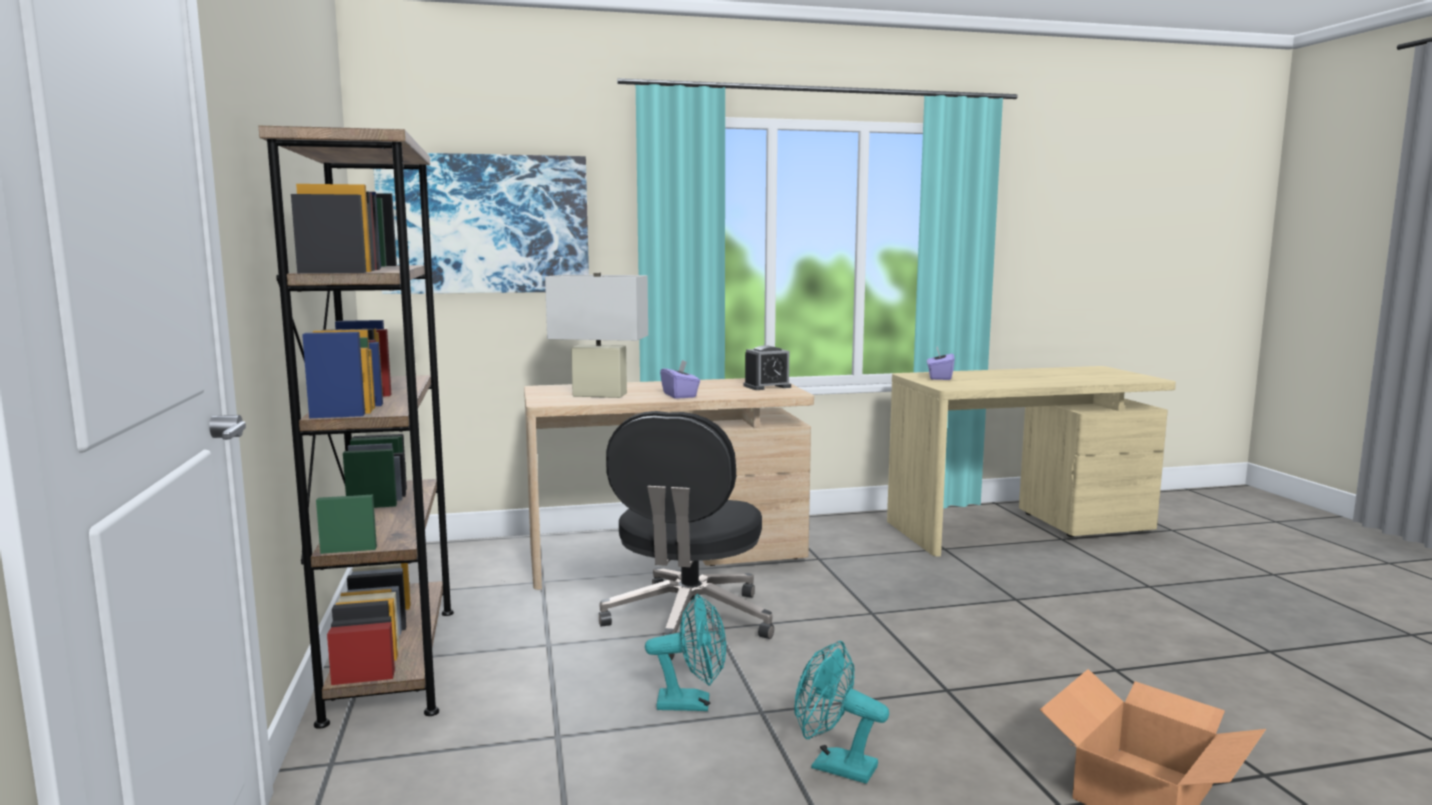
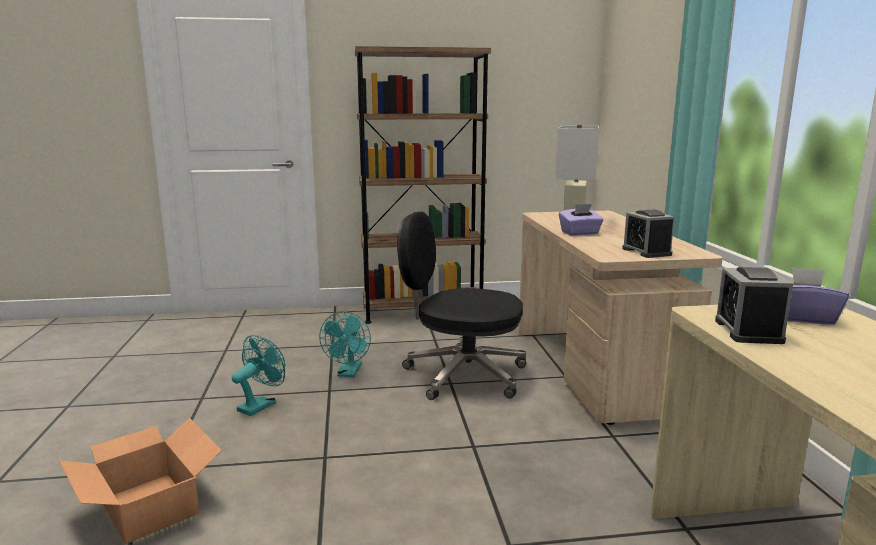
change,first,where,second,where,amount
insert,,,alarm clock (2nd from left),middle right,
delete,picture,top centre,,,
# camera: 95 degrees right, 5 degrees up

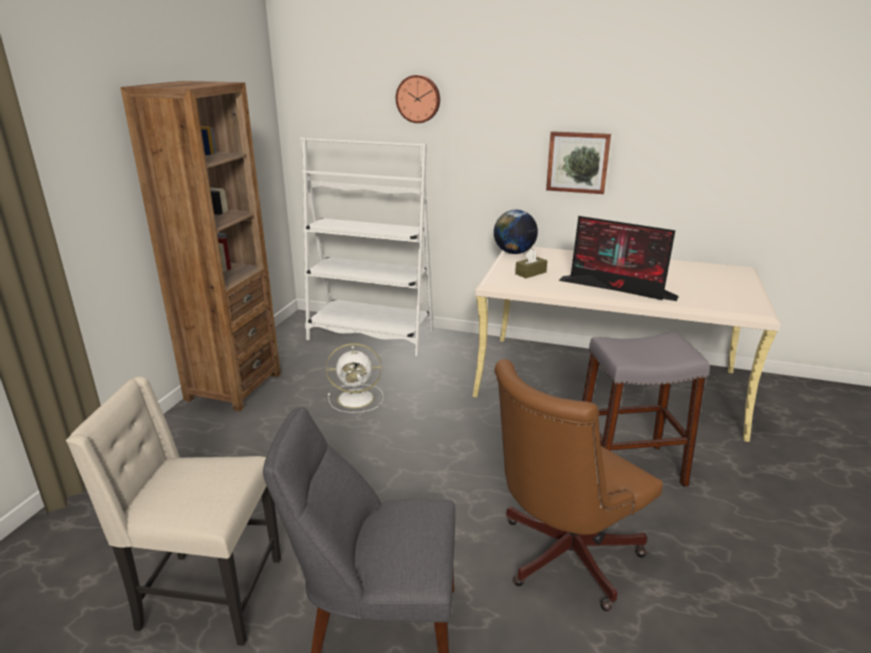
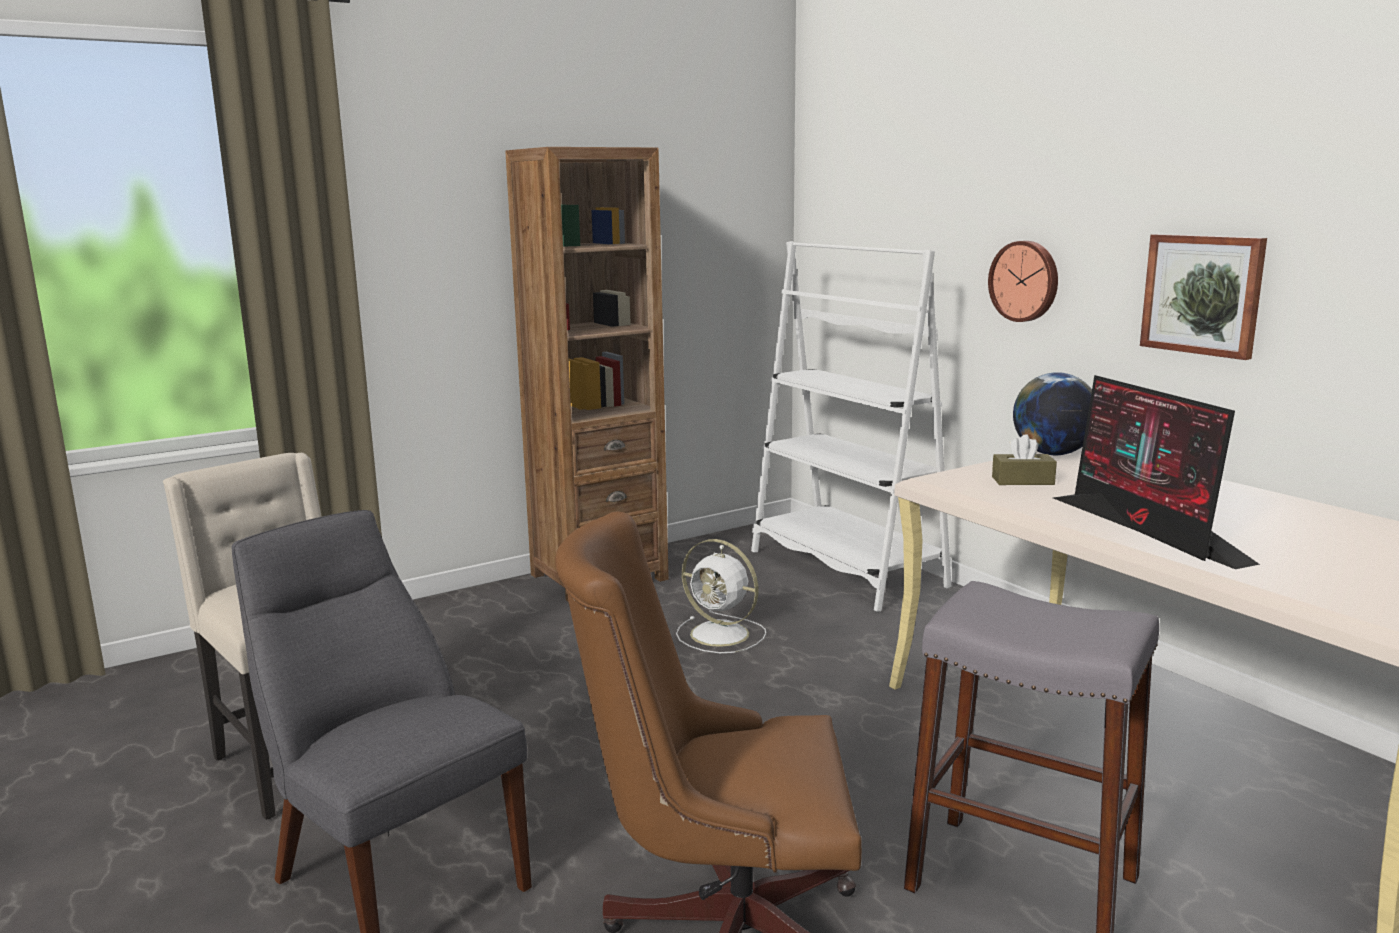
change,first,where,second,where,amount
move,wall clock,top centre,,top right,
# camera: 40 degrees right, 10 degrees down

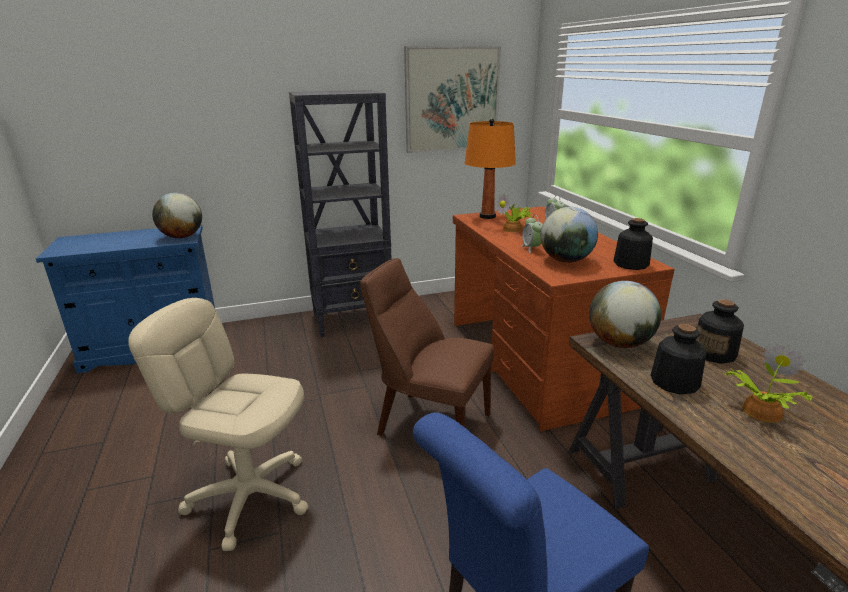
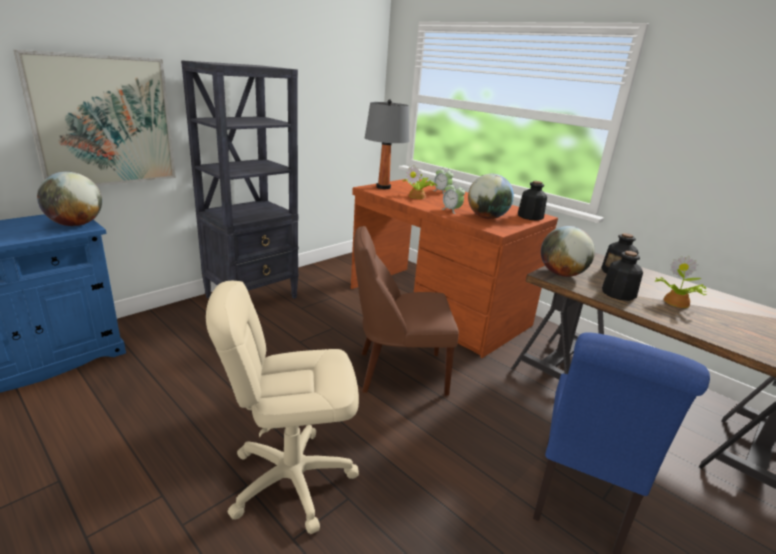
change,first,where,second,where,amount
move,picture,top centre,,top left,
recolor,orange table lamp,top centre,grey table lamp,top centre,
# camera: 30 degrees left, 0 degrees up

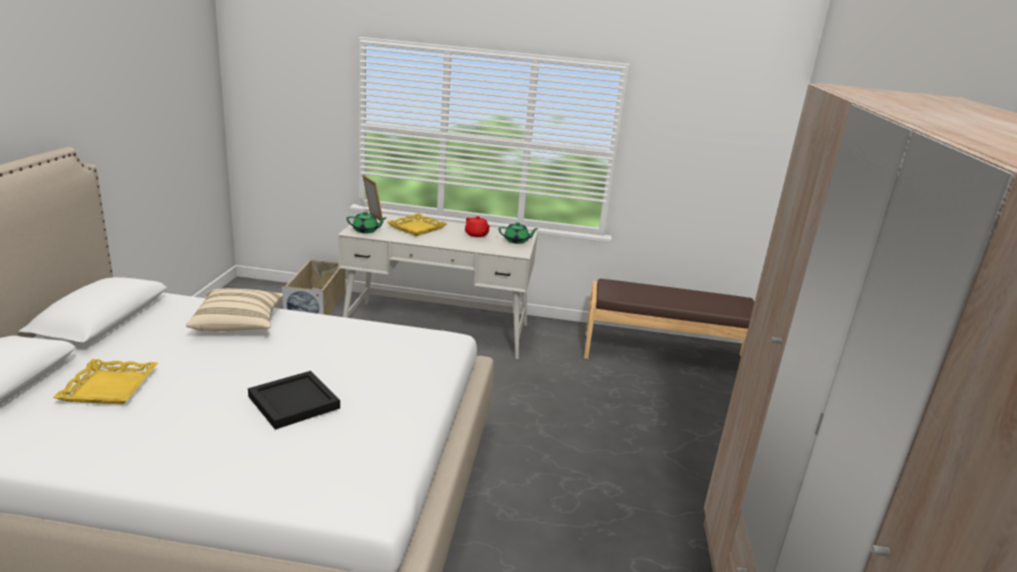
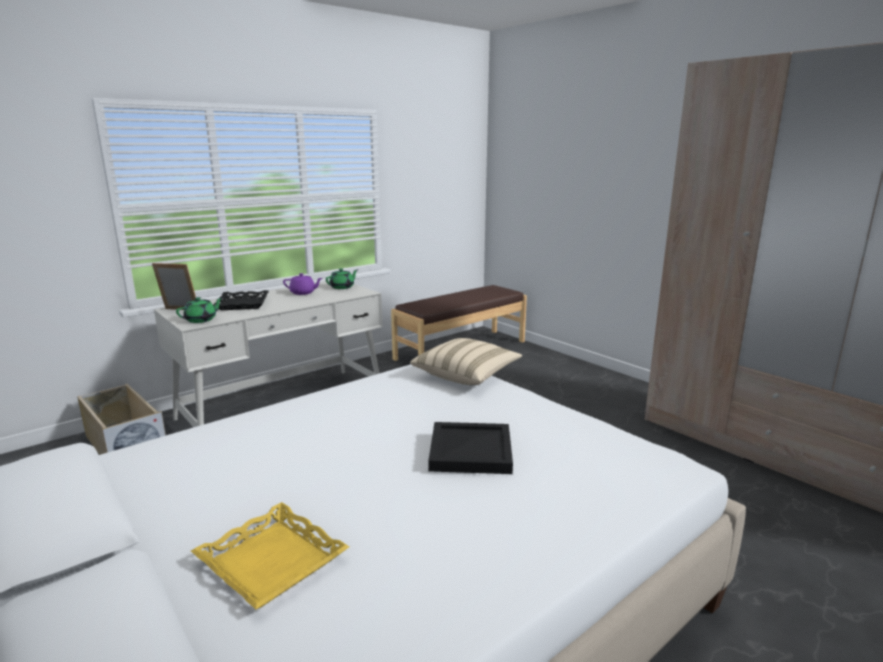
change,first,where,second,where,amount
recolor,yellow tray (2nd from left),centre,black tray (1st from left),middle left,
recolor,red teapot,centre,purple teapot,centre,
move,beige pillow,middle left,,centre,
# camera: 45 degrees left, 5 degrees down

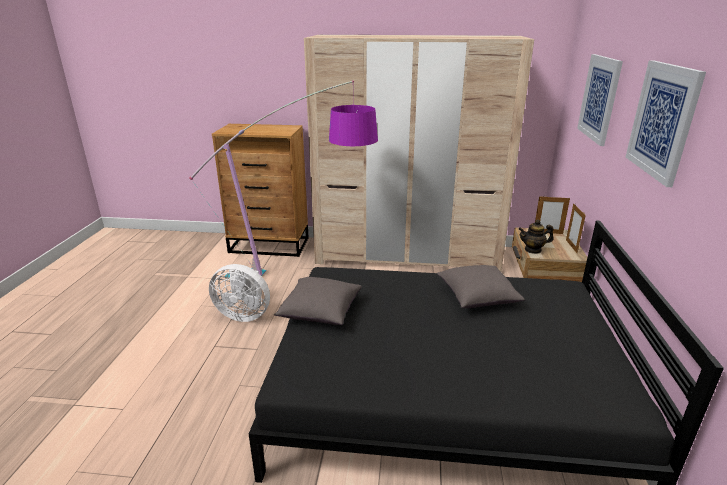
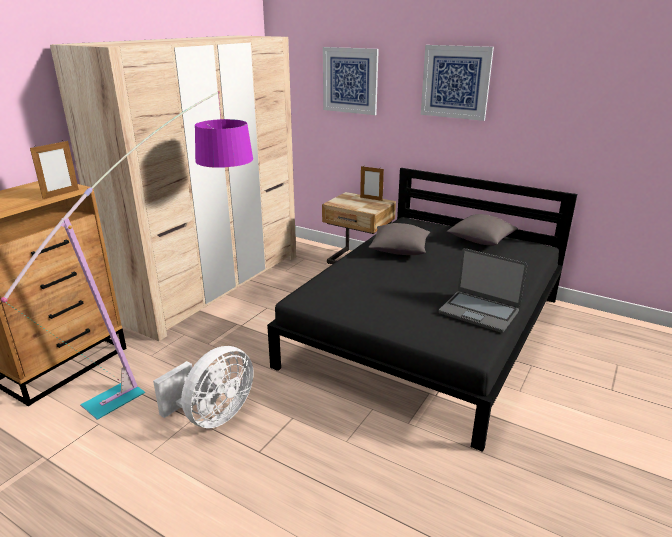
change,first,where,second,where,amount
move,picture frame (1st from left),middle right,,top left,
insert,,,laptop,middle right,
move,grey pillow (1st from left in the first image),centre,grey pillow (2nd from left),middle right,
delete,teapot,middle right,,,
# camera: 65 degrees left, 0 degrees up

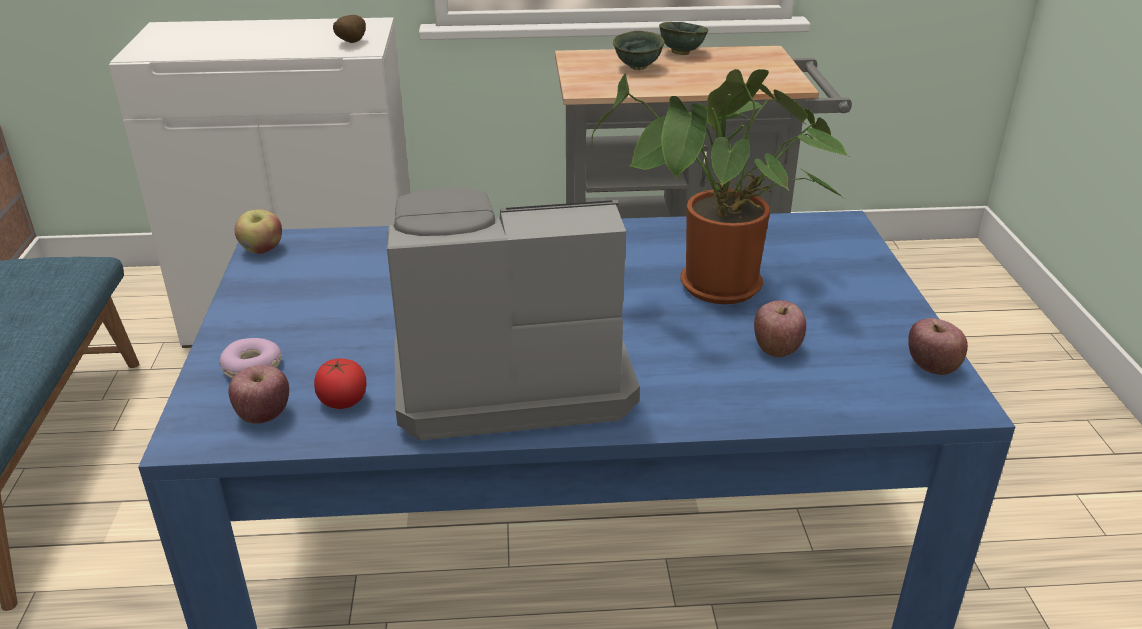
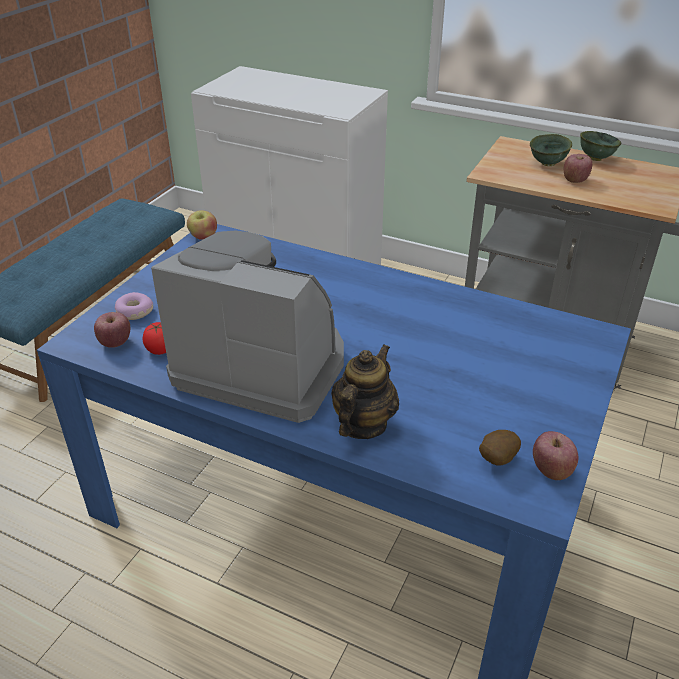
change,first,where,second,where,amount
insert,,,teapot,centre,
move,potato,top left,,middle right,
move,apple (3rd from left in the first image),middle right,apple (4th from left),top right,
delete,potted plant,top centre,,,
# camera: 30 degrees right, 5 degrees up

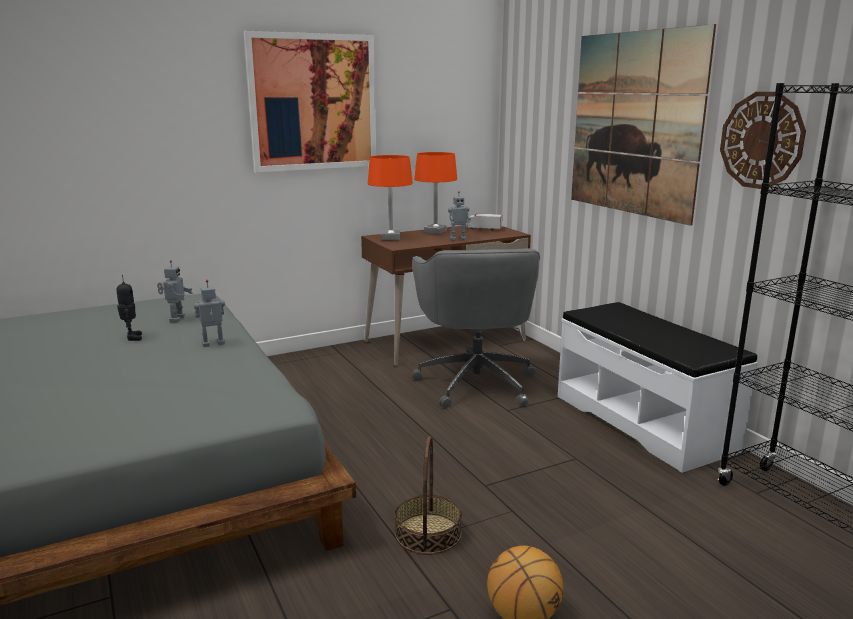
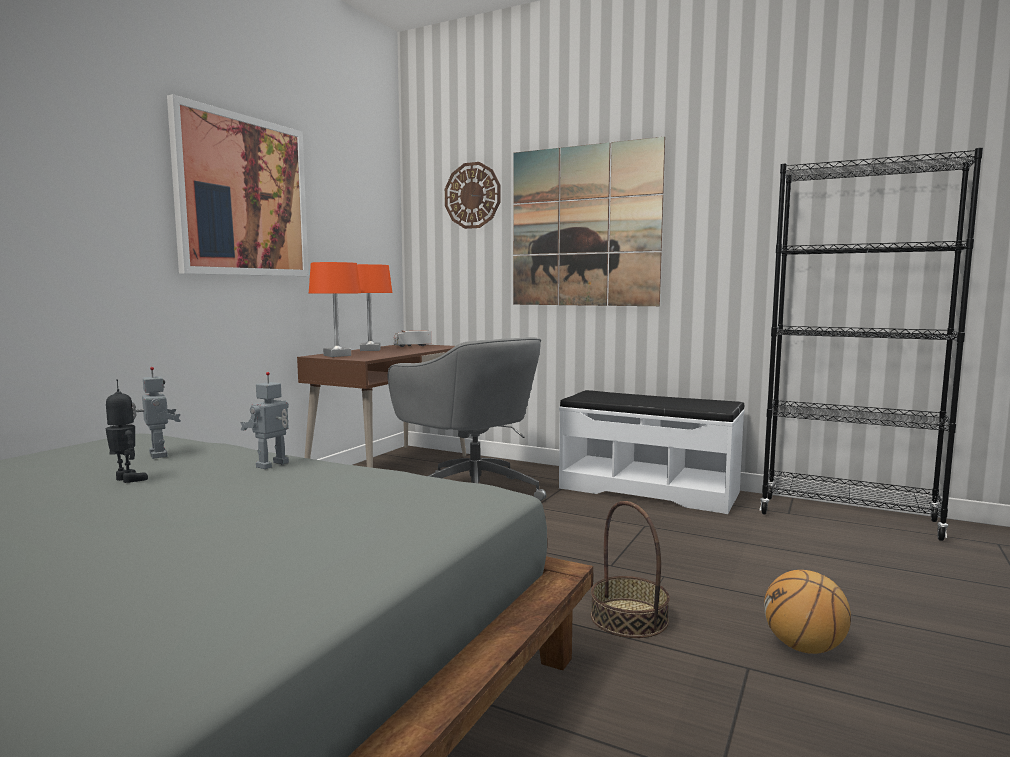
change,first,where,second,where,amount
move,wall clock,top right,,top centre,
delete,toy robot (4th from left),centre,,,
# camera: 35 degrees left, 10 degrees down

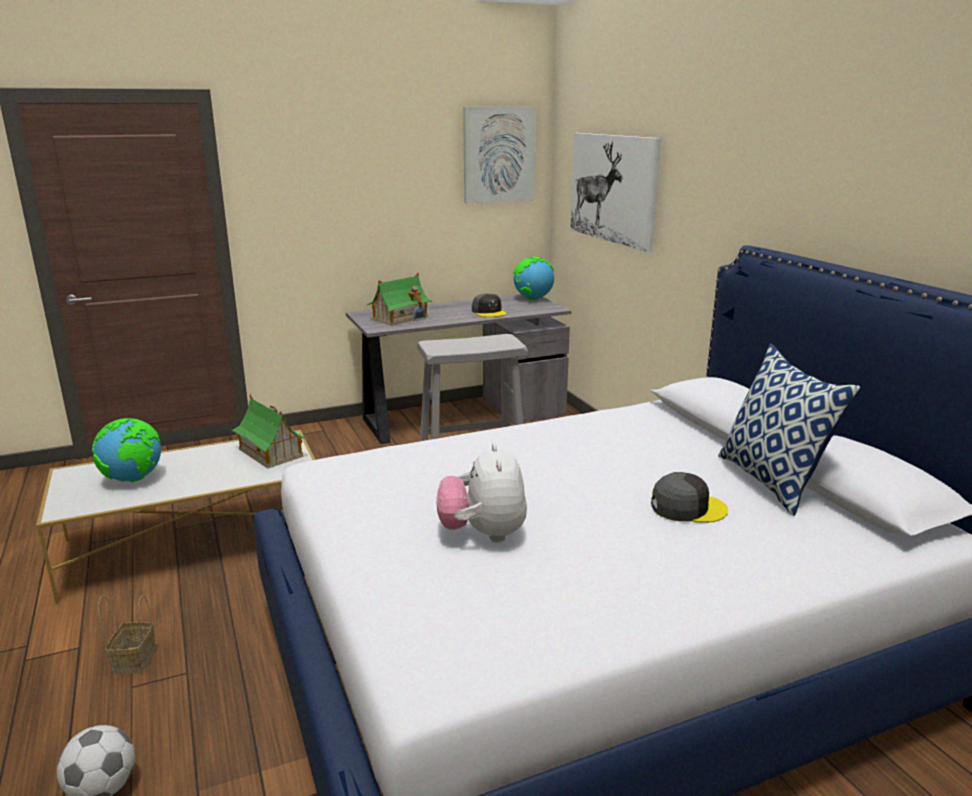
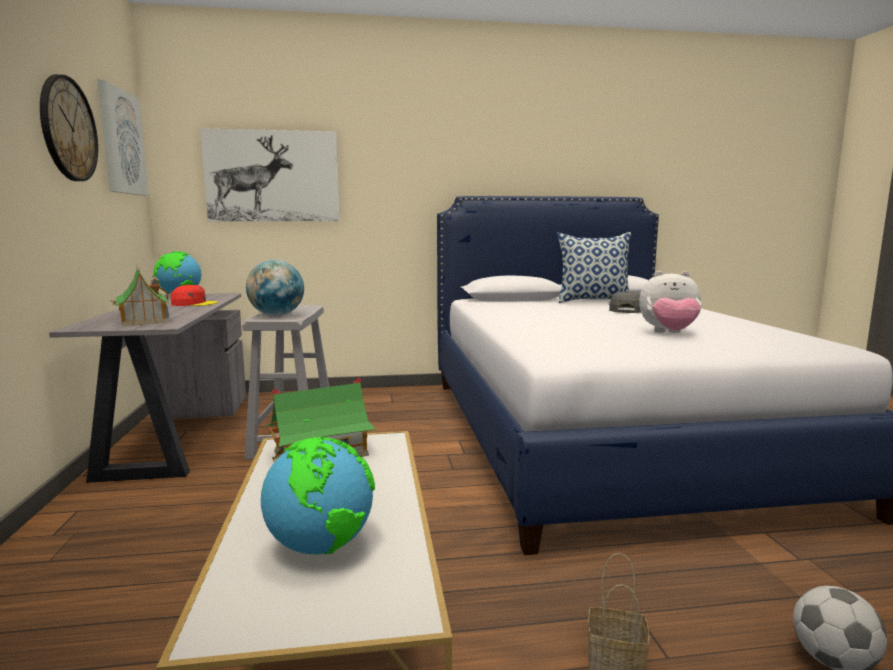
change,first,where,second,where,amount
insert,,,wall clock,top left,
recolor,grey cap (1st from left),centre,red cap,middle left,
insert,,,globe (2nd from left),middle left,
# camera: 75 degrees left, 10 degrees down

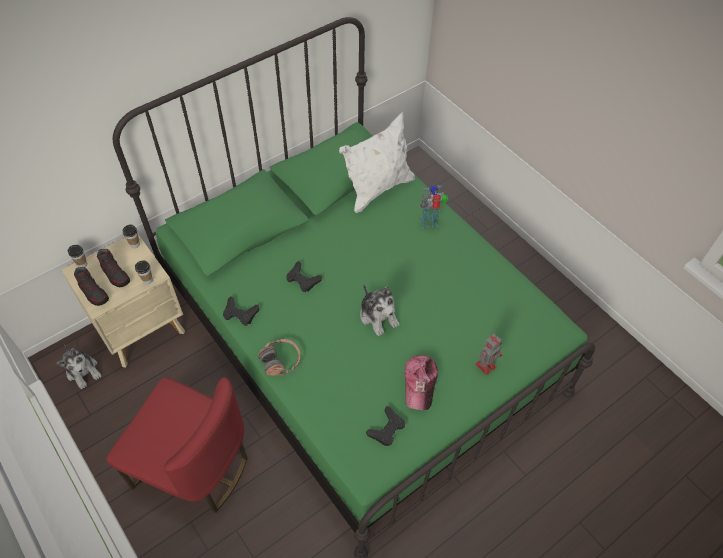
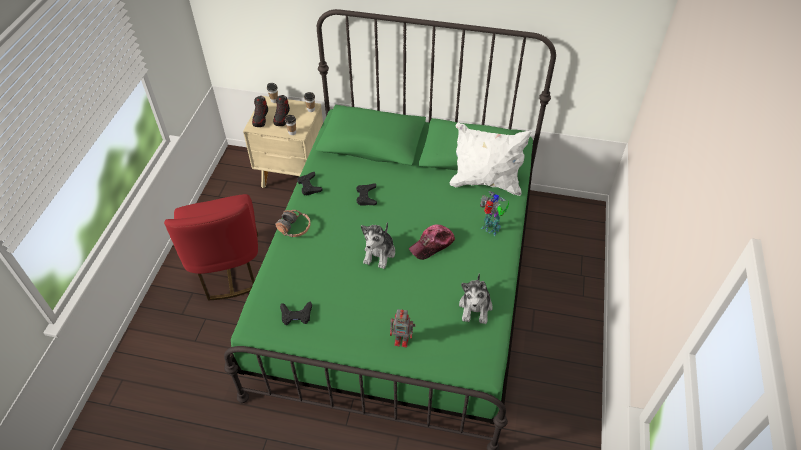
change,first,where,second,where,amount
move,cap,bottom centre,,centre,
move,plush toy (1st from left in the first image),middle left,plush toy (2nd from left),centre,
# camera: 50 degrees right, 5 degrees down

